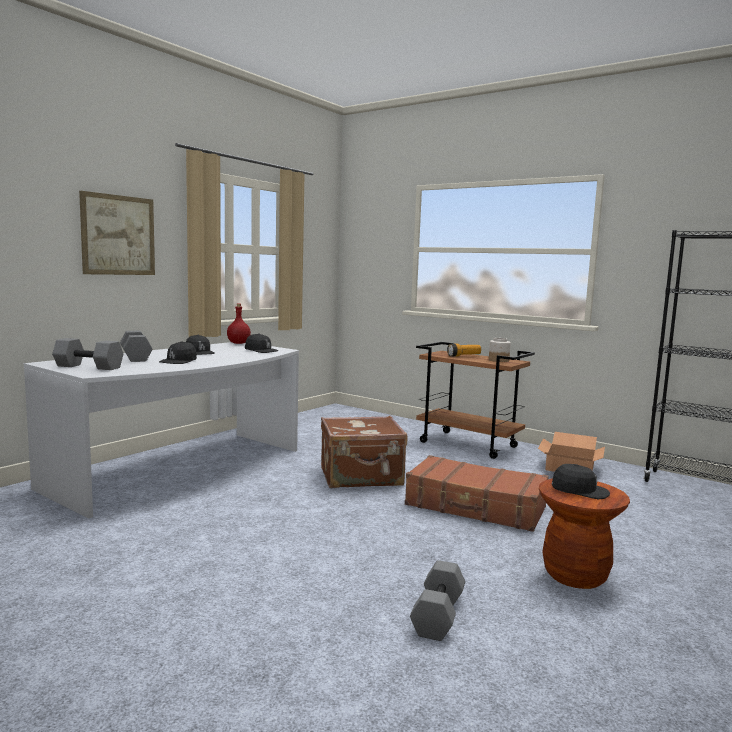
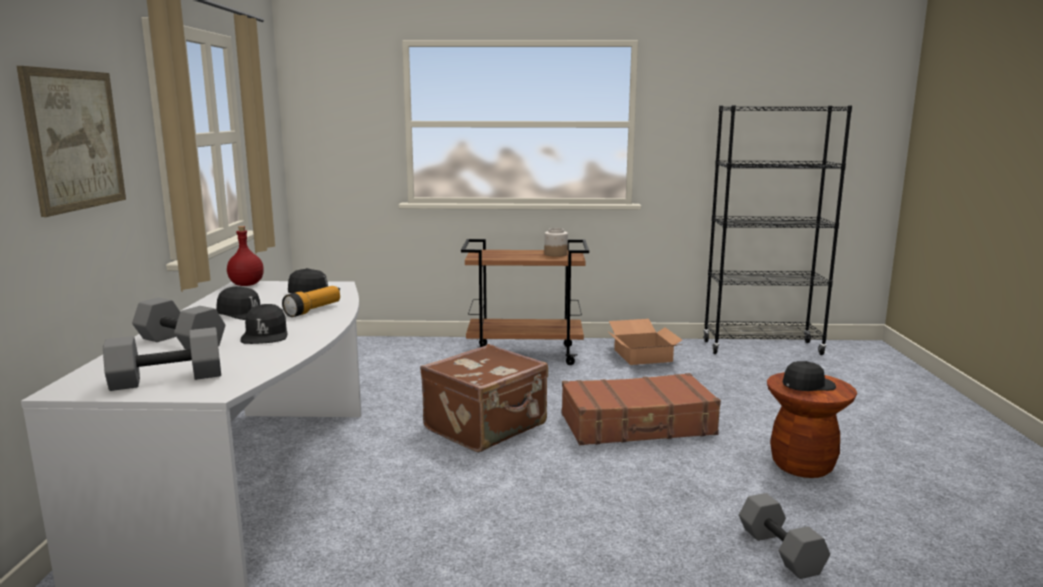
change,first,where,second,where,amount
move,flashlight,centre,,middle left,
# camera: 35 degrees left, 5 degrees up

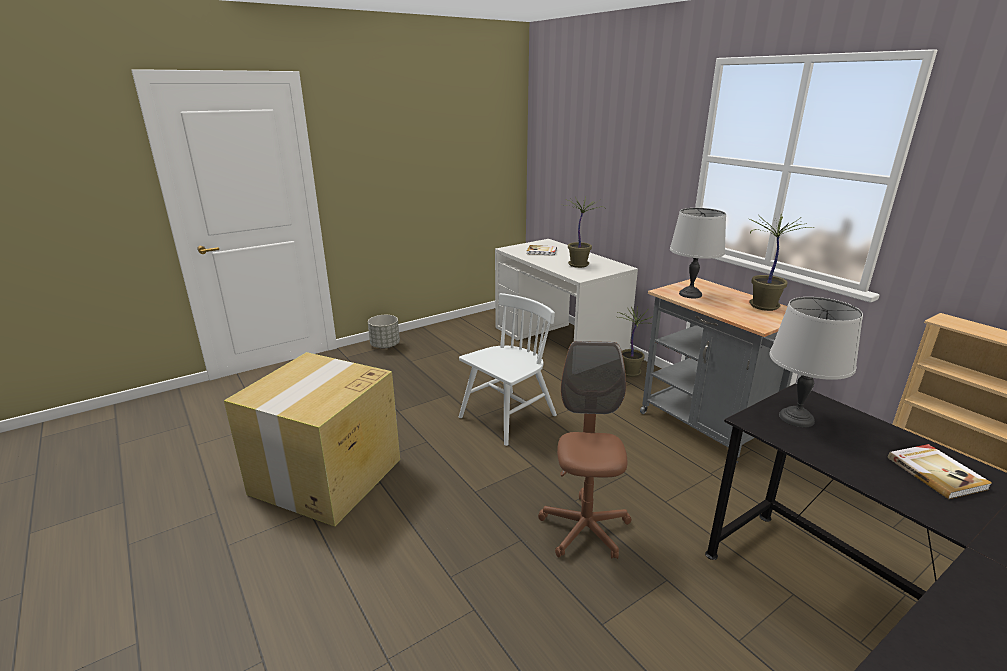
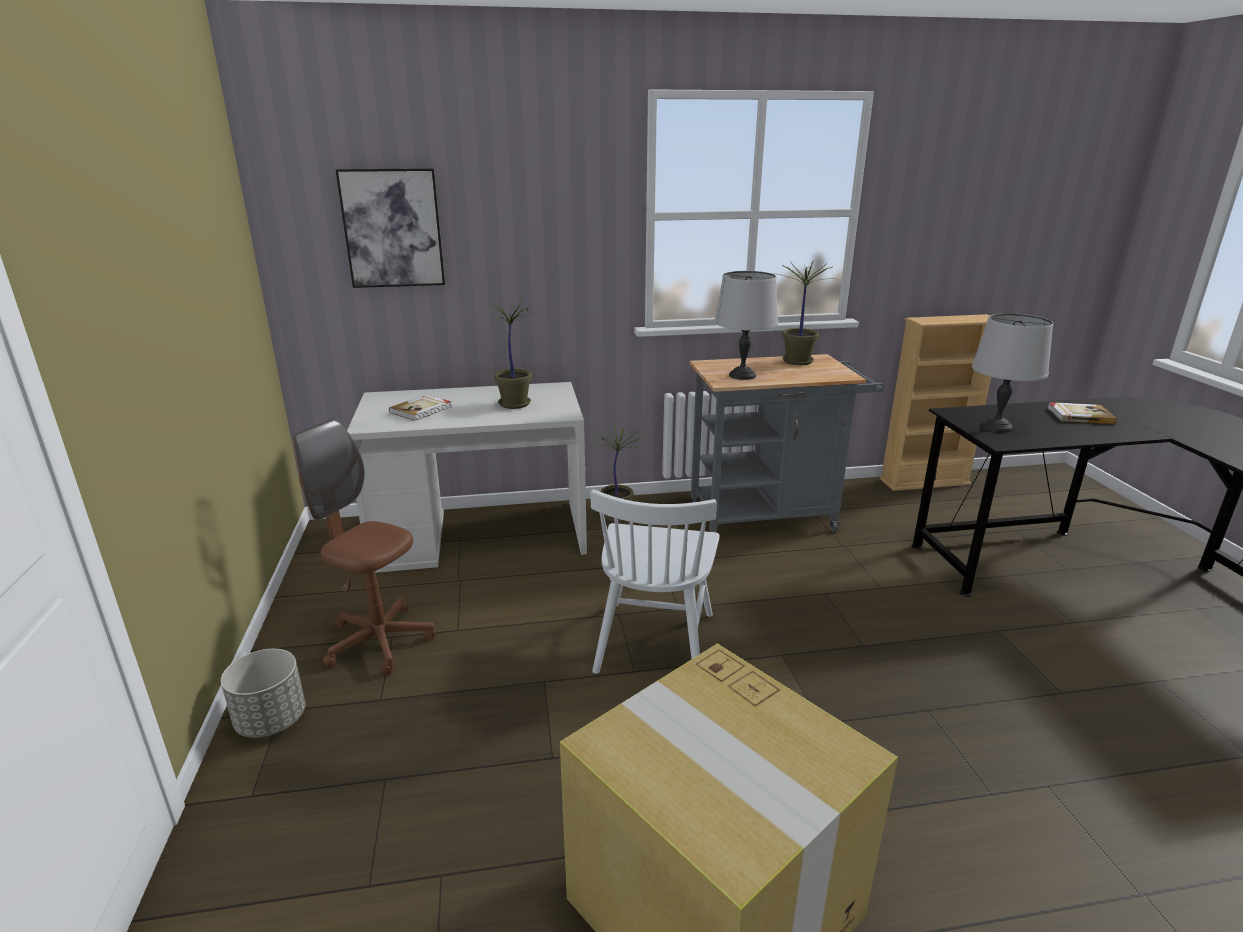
change,first,where,second,where,amount
move,brown office chair,bottom centre,,middle left,
insert,,,picture,top left,
rotate,white chair,centre,,centre,150 degrees counterclockwise
# camera: 65 degrees left, 0 degrees up

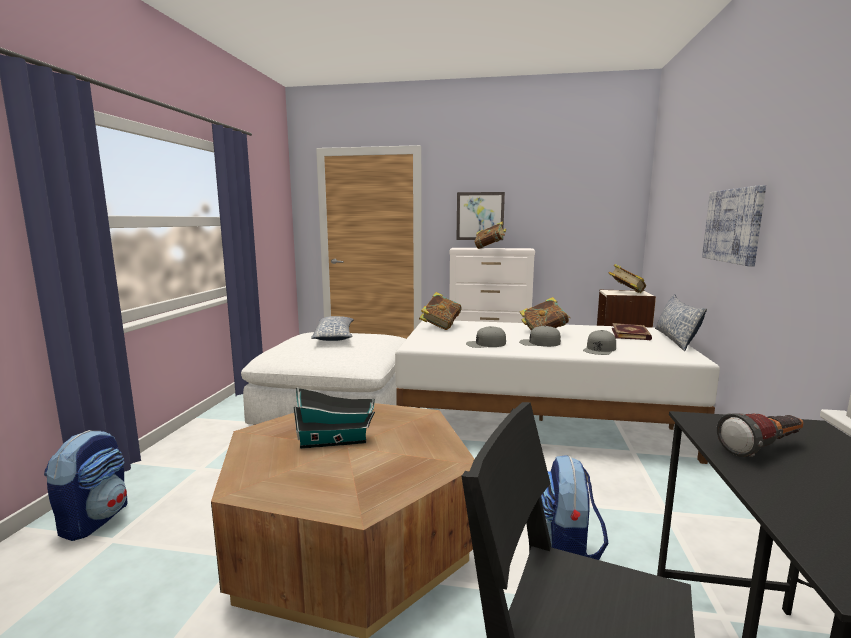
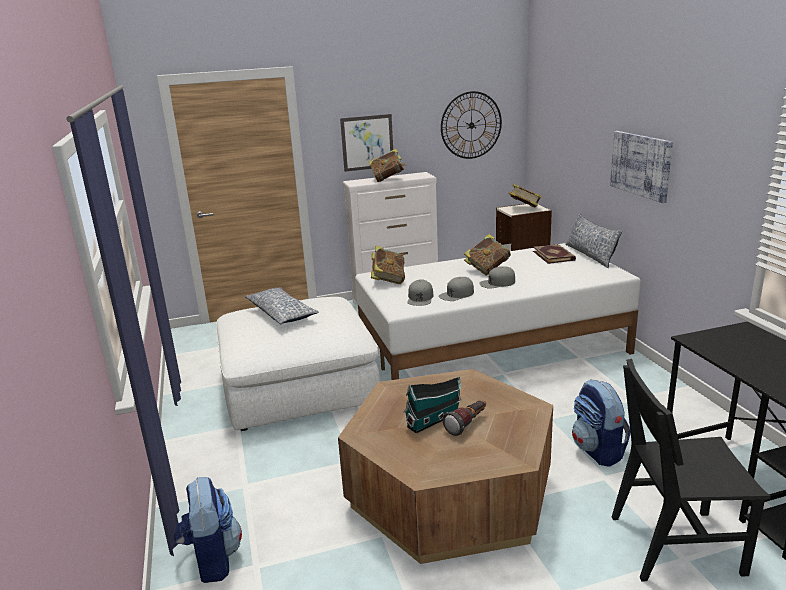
change,first,where,second,where,amount
move,grey cap (3rd from left in the first image),middle right,grey cap (1st from left),centre,
insert,,,wall clock,top centre,
move,flashlight,bottom right,,bottom centre,
# camera: 25 degrees left, 10 degrees up

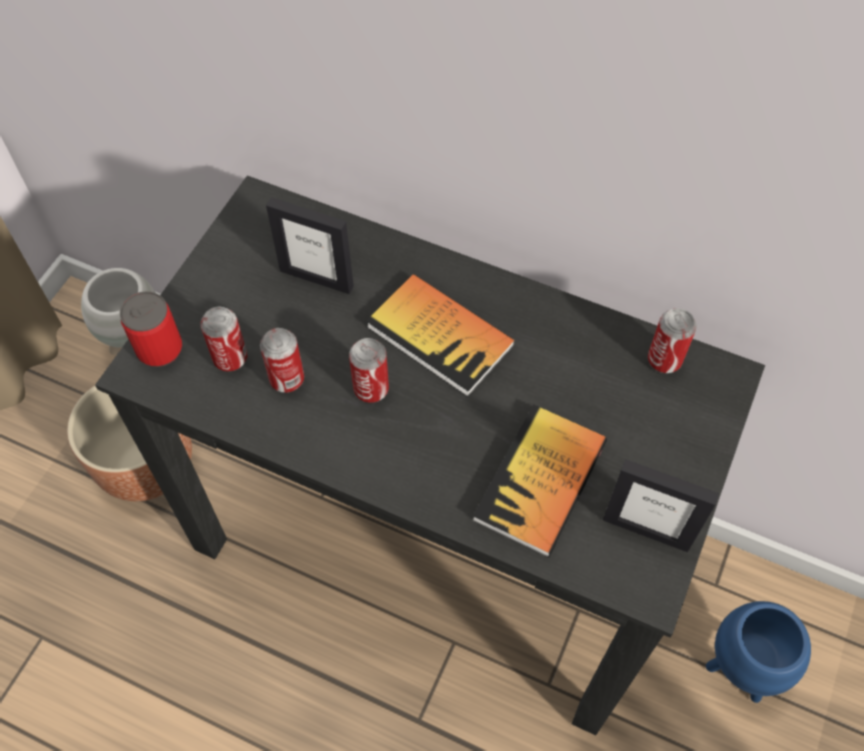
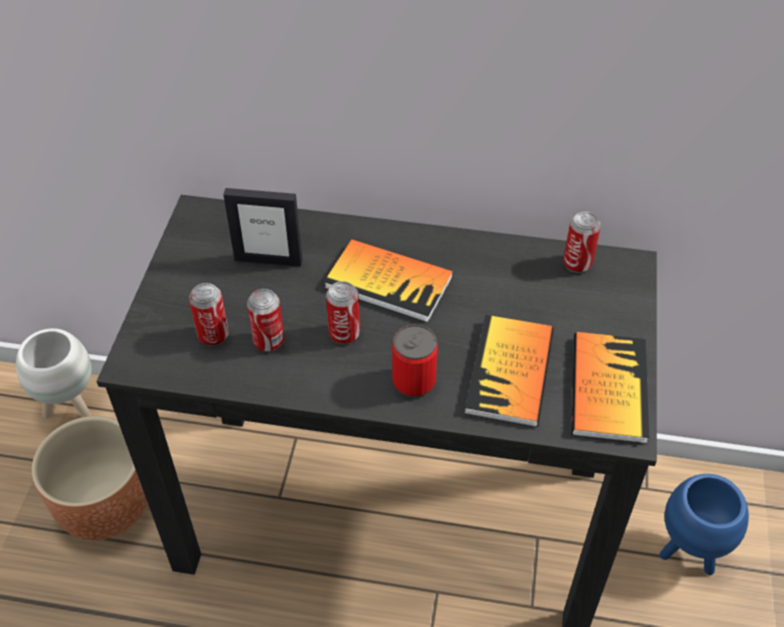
change,first,where,second,where,amount
move,can (1st from left in the first image),middle left,can (4th from left),centre,
replace,picture frame (2nd from left),bottom right,book (3rd from left),middle right,
# camera: 15 degrees left, 10 degrees down

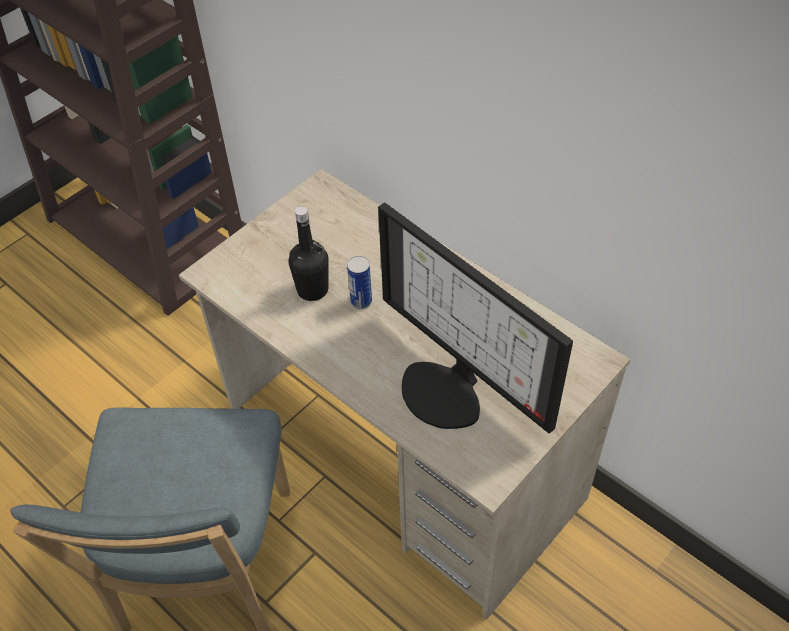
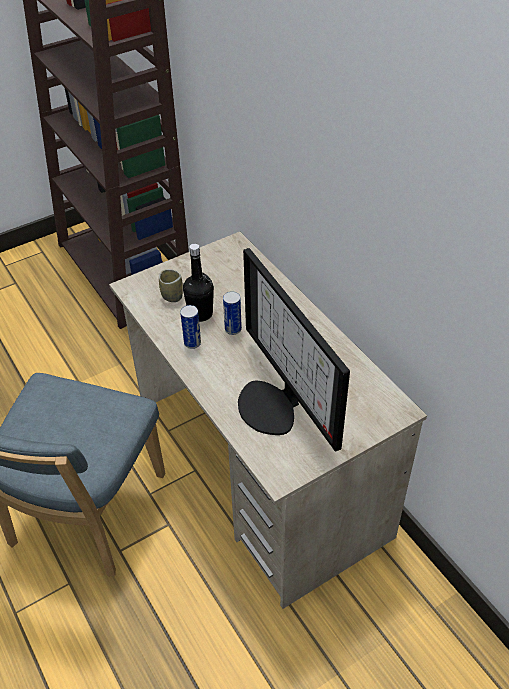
change,first,where,second,where,amount
insert,,,cup,centre,
insert,,,can (1st from left),centre,
# camera: 15 degrees right, 5 degrees down

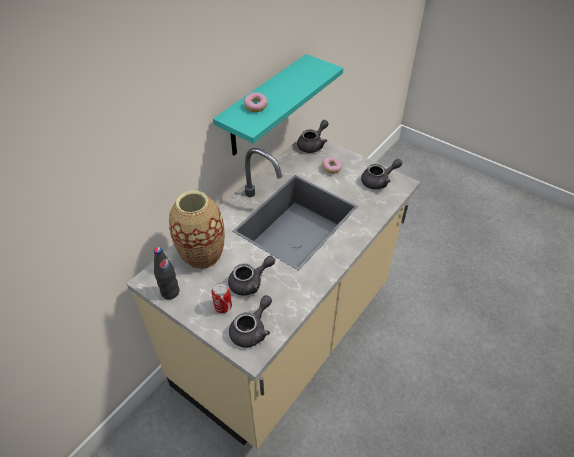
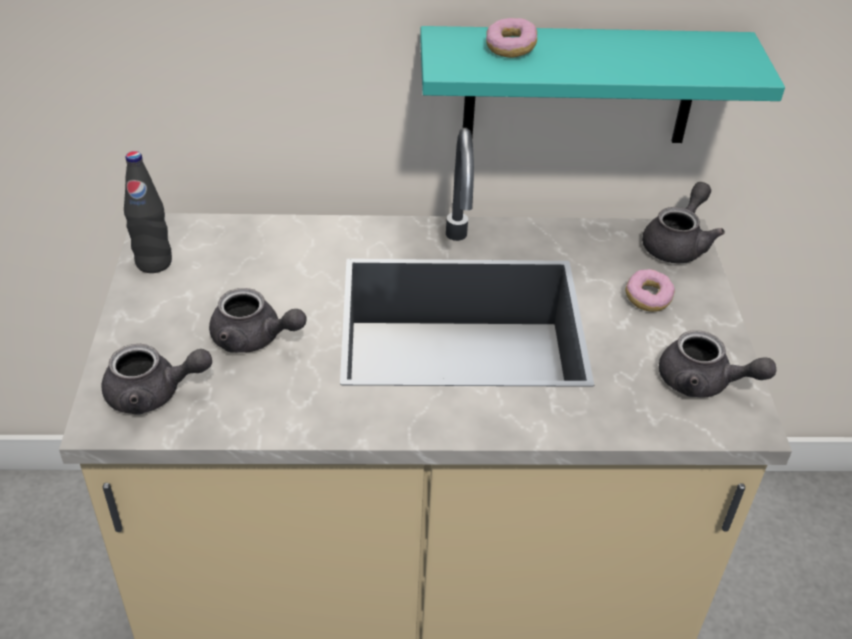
change,first,where,second,where,amount
rotate,grey teapot (3rd from left),top centre,,middle right,60 degrees counterclockwise
delete,vase,centre,,,
delete,can,centre,,,
# camera: 50 degrees right, 5 degrees down

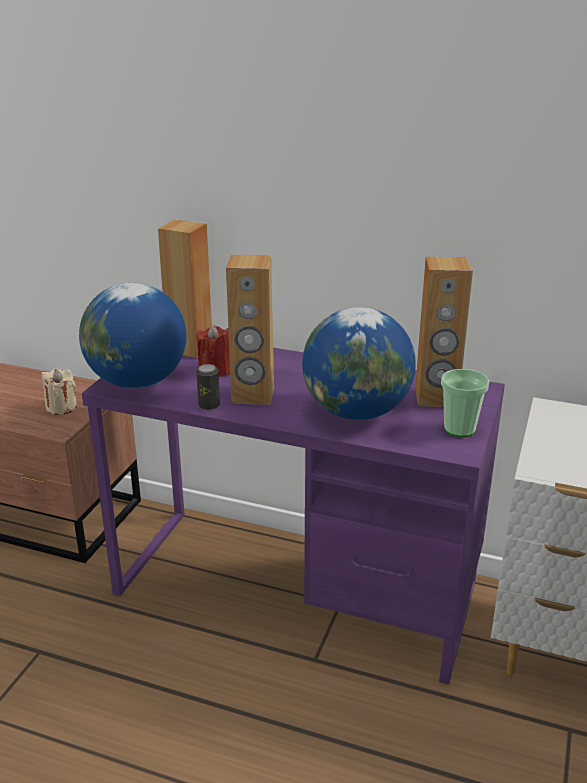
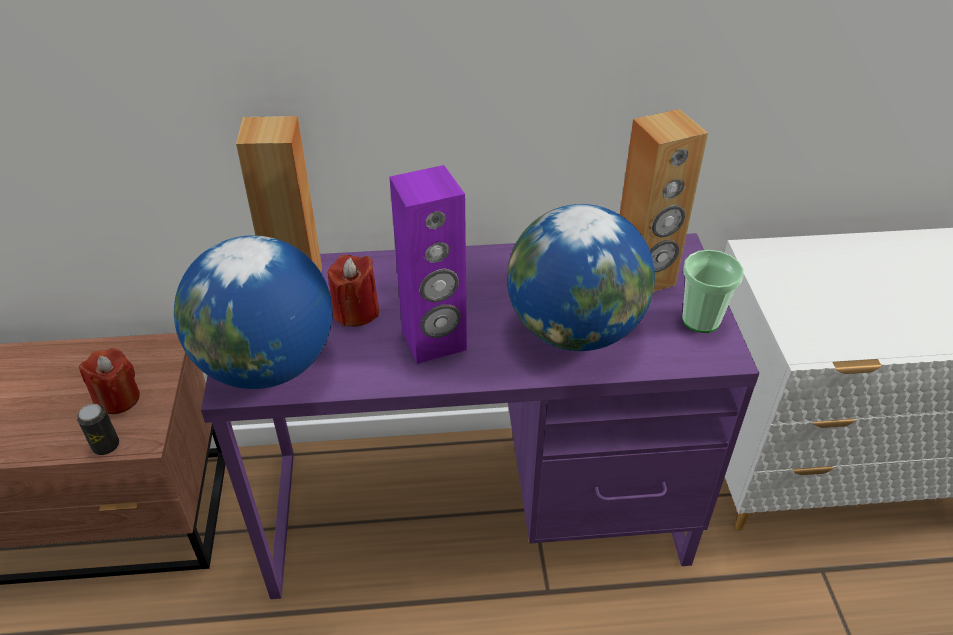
change,first,where,second,where,amount
move,can,centre,,bottom left,
recolor,beige candle,middle left,red candle (1st from left),middle left,
recolor,brown speaker (2nd from left),centre,purple speaker,centre,
# camera: 25 degrees left, 15 degrees up

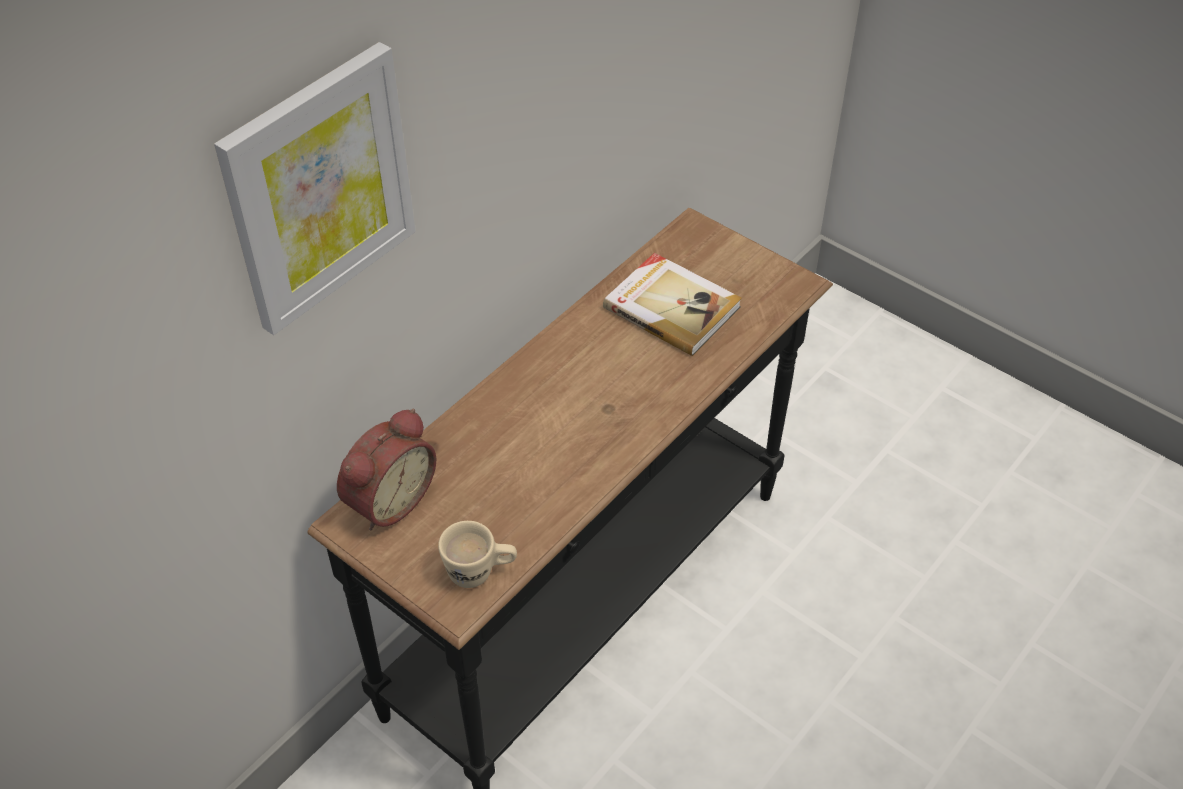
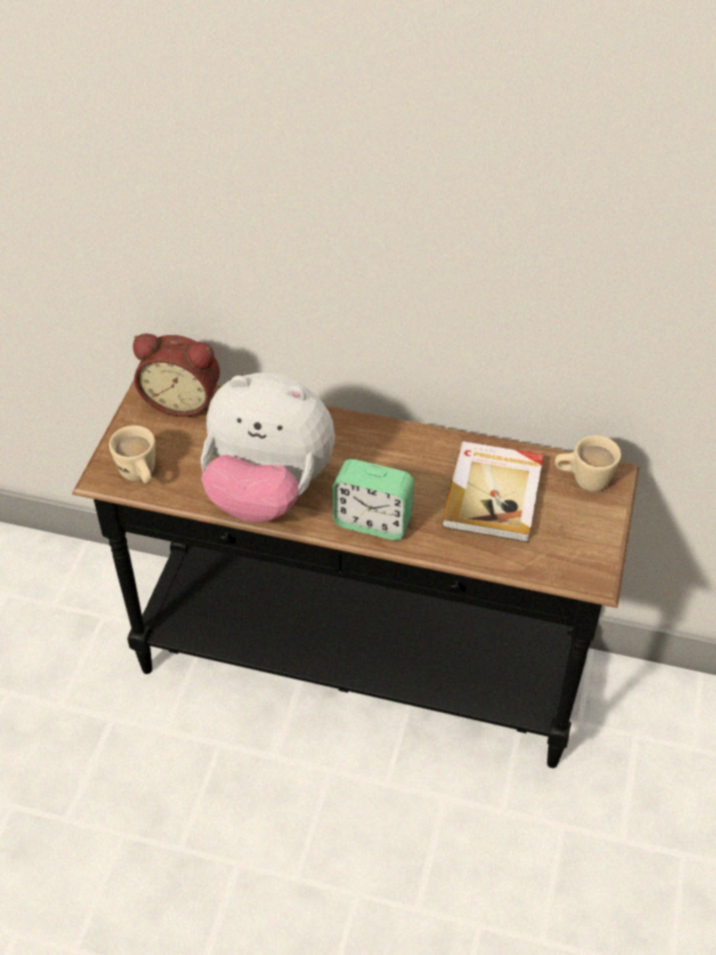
change,first,where,second,where,amount
insert,,,plush toy,centre,
insert,,,alarm clock (2nd from left),centre,
insert,,,beige mug (2nd from left),middle right,
delete,picture,top left,,,
# camera: 65 degrees right, 0 degrees up

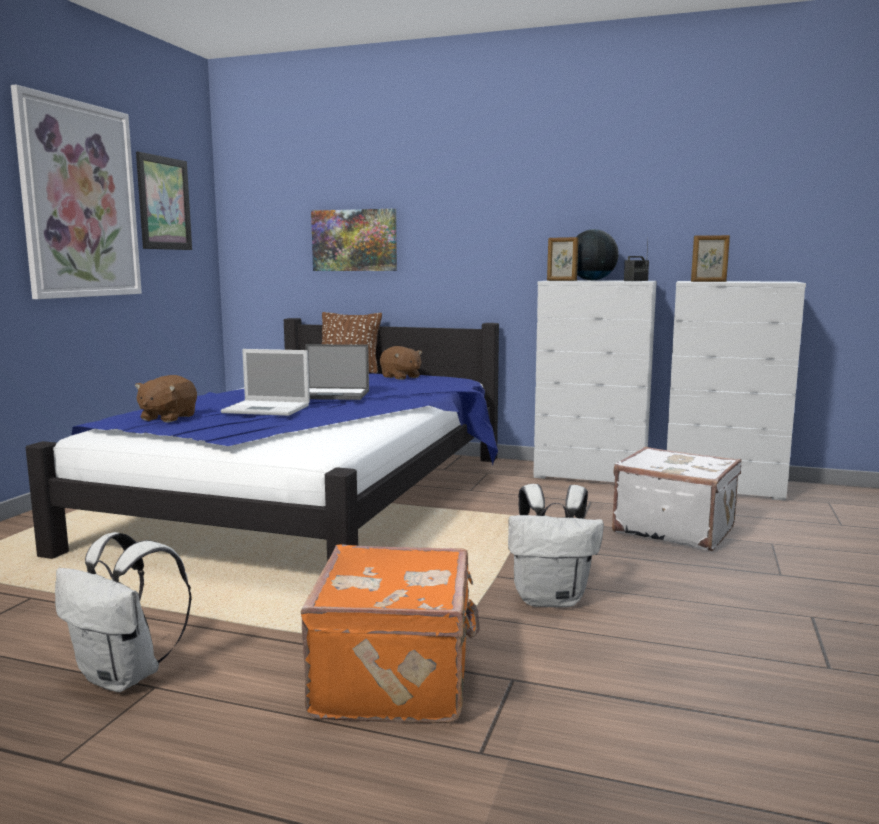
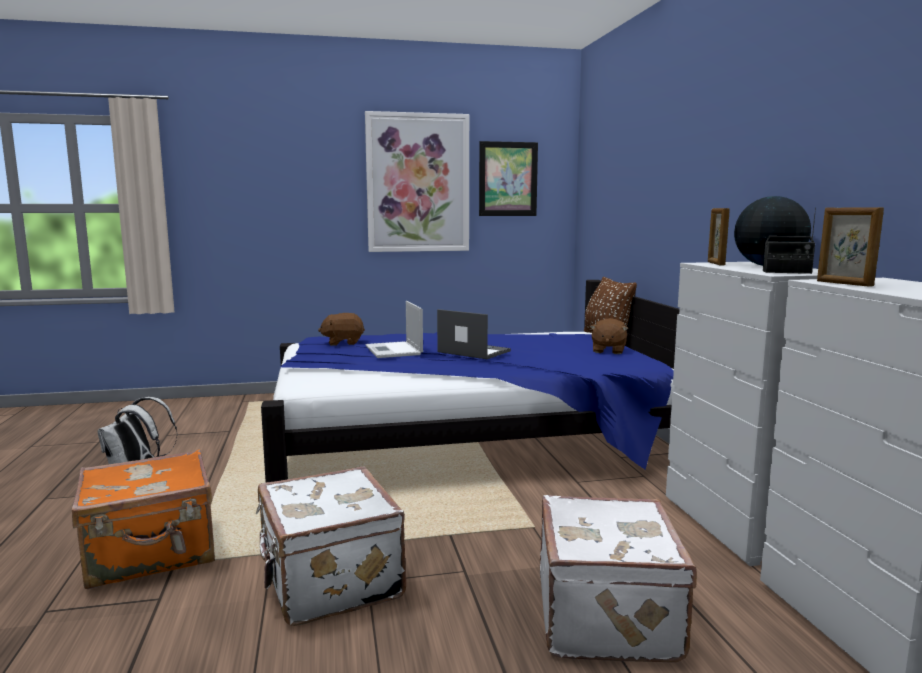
change,first,where,second,where,amount
replace,white backpack (2nd from left),centre,white suitcase (1st from left),bottom centre,
rotate,laptop (2nd from left),centre,,centre,150 degrees clockwise
delete,picture (3rd from left),top centre,,,
# camera: 60 degrees right, 0 degrees up

